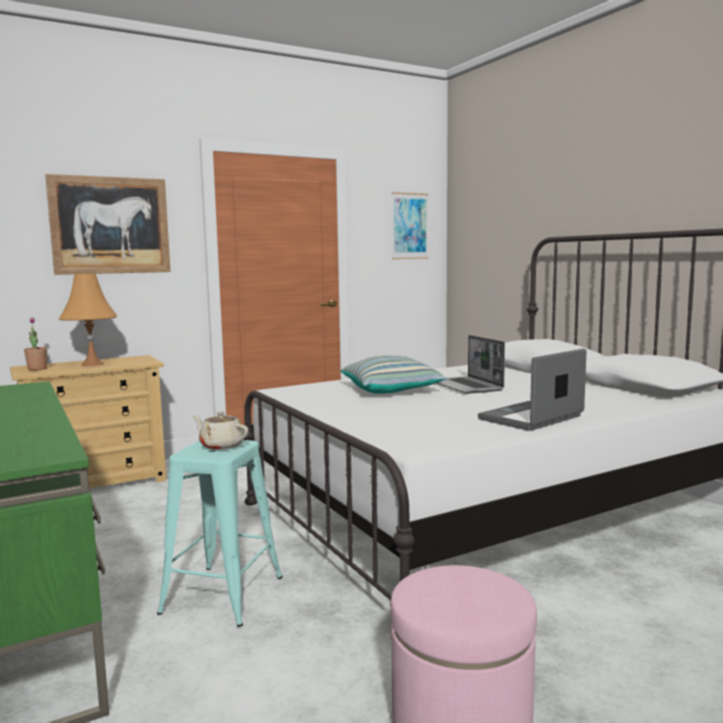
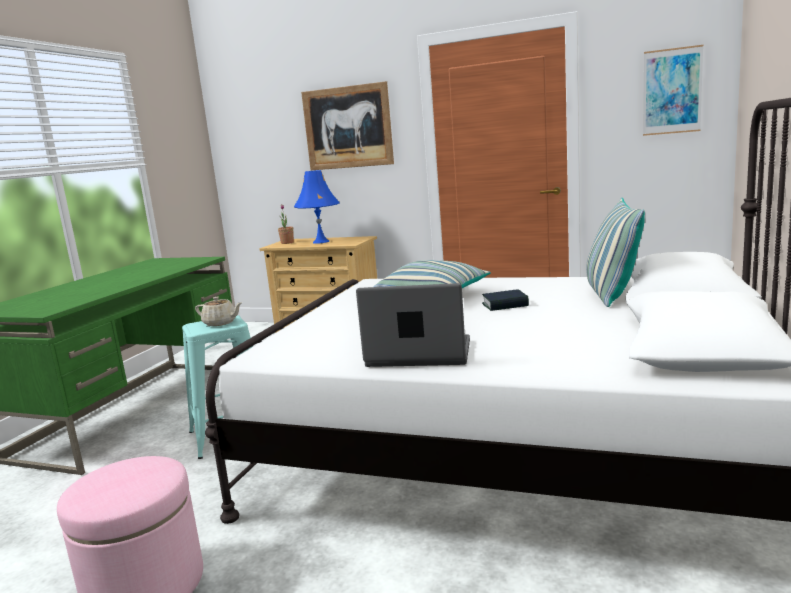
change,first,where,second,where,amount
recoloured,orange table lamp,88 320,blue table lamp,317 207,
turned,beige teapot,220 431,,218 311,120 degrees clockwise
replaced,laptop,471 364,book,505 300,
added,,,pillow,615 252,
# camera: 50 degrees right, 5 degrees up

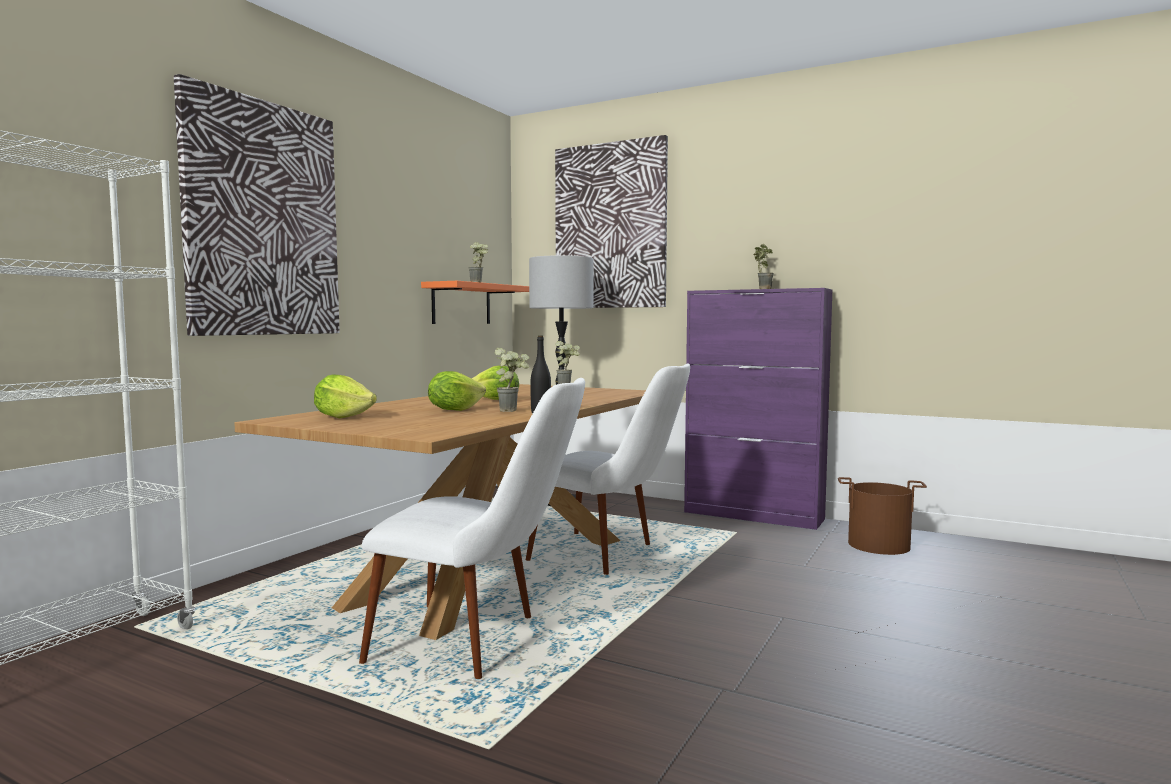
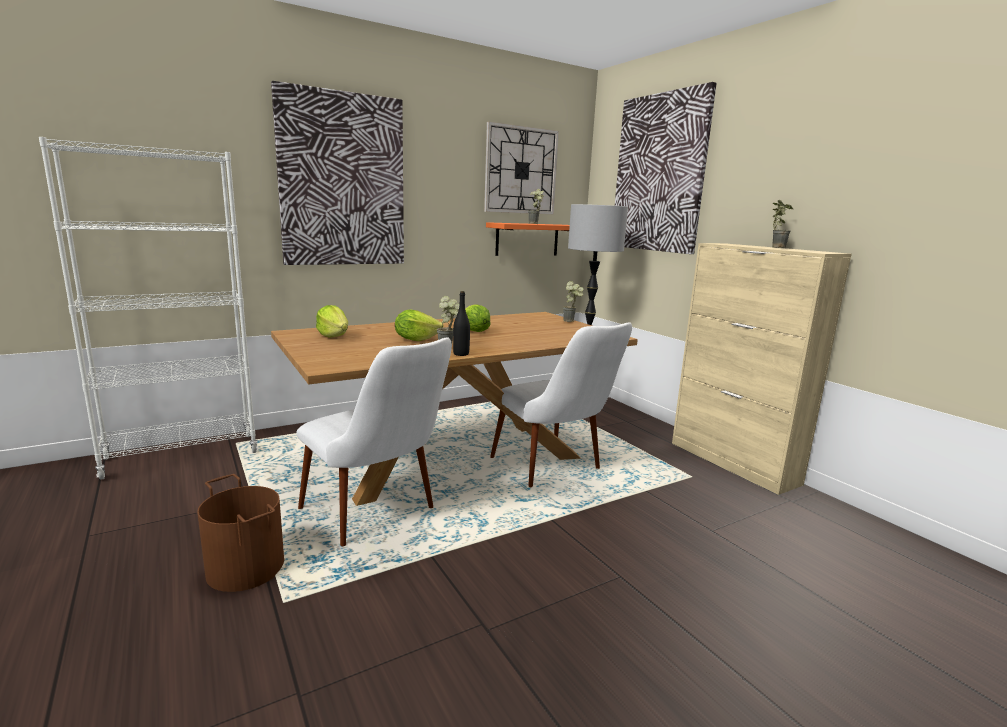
change,first,where,second,where,amount
recoloured,purple cabinet,758 409,beige cabinet,762 369,
moved,brown bucket,882 516,,240 533,
added,,,wall clock,521 168,
# camera: 30 degrees right, 10 degrees up

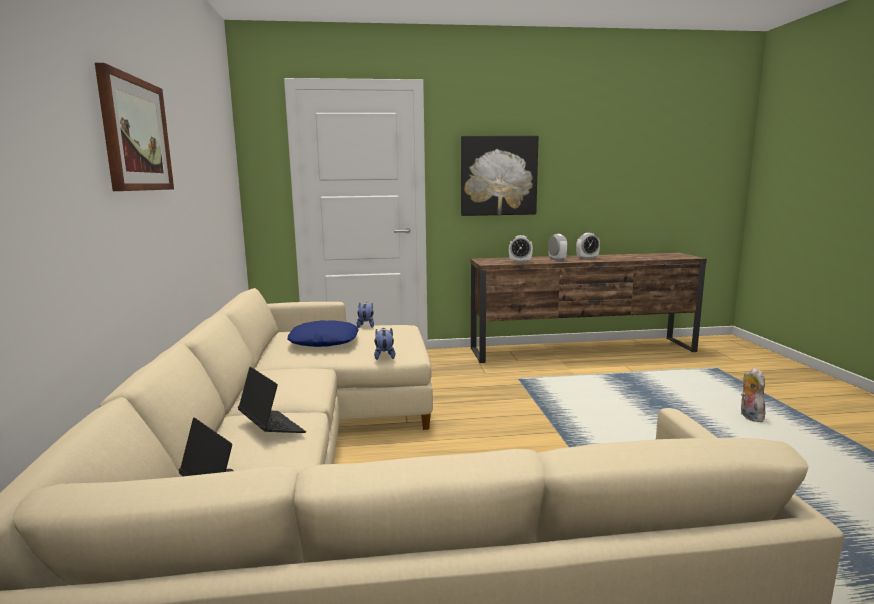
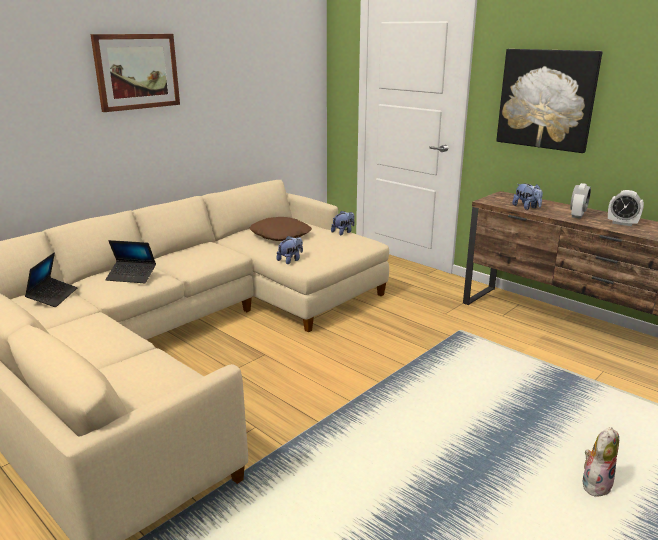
change,first,where,second,where,amount
turned,laptop,272 400,,130 261,90 degrees clockwise
recoloured,blue pillow,323 333,brown pillow,281 229,
replaced,alarm clock,521 249,plush toy,527 197,
# camera: 50 degrees right, 10 degrees up

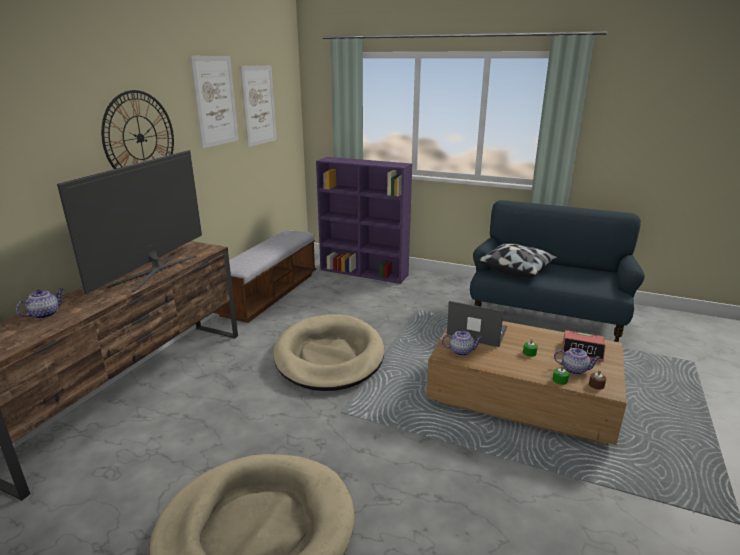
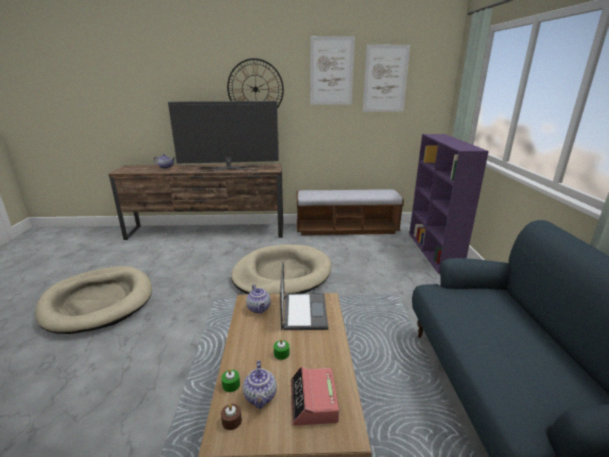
change,first,where,second,where,amount
removed,pillow,517 260,,,
# camera: 65 degrees right, 0 degrees up

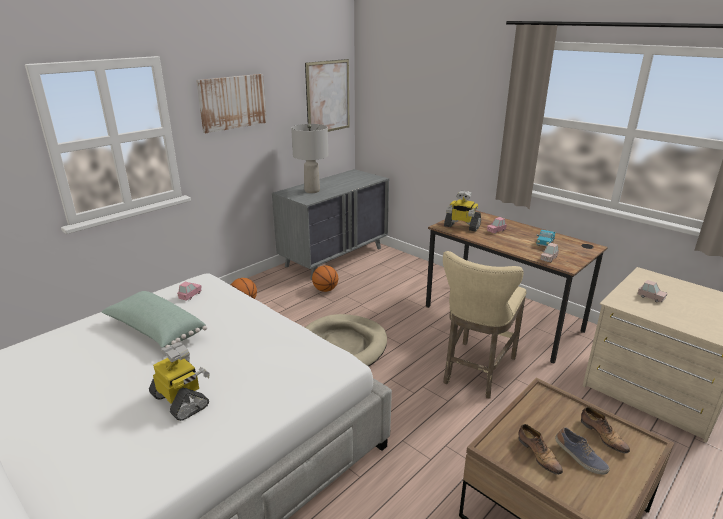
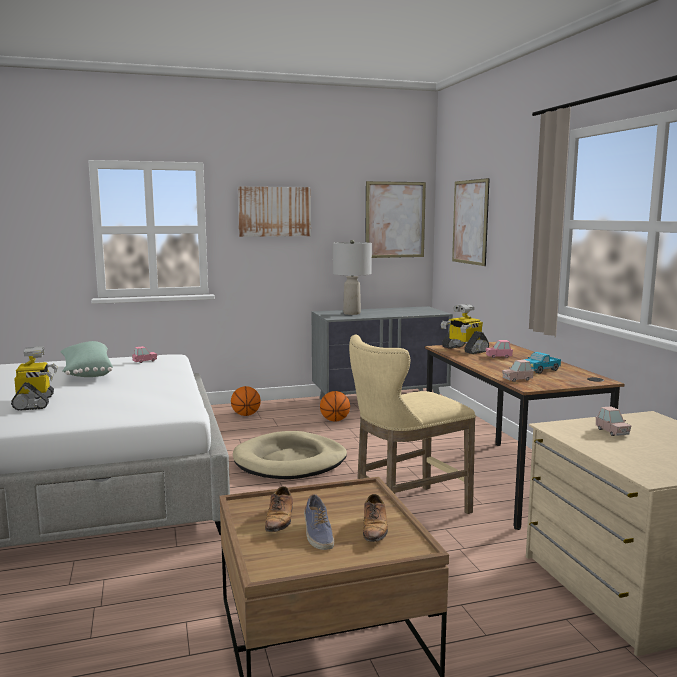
change,first,where,second,where,amount
added,,,picture,471 222,
# camera: 30 degrees right, 15 degrees down

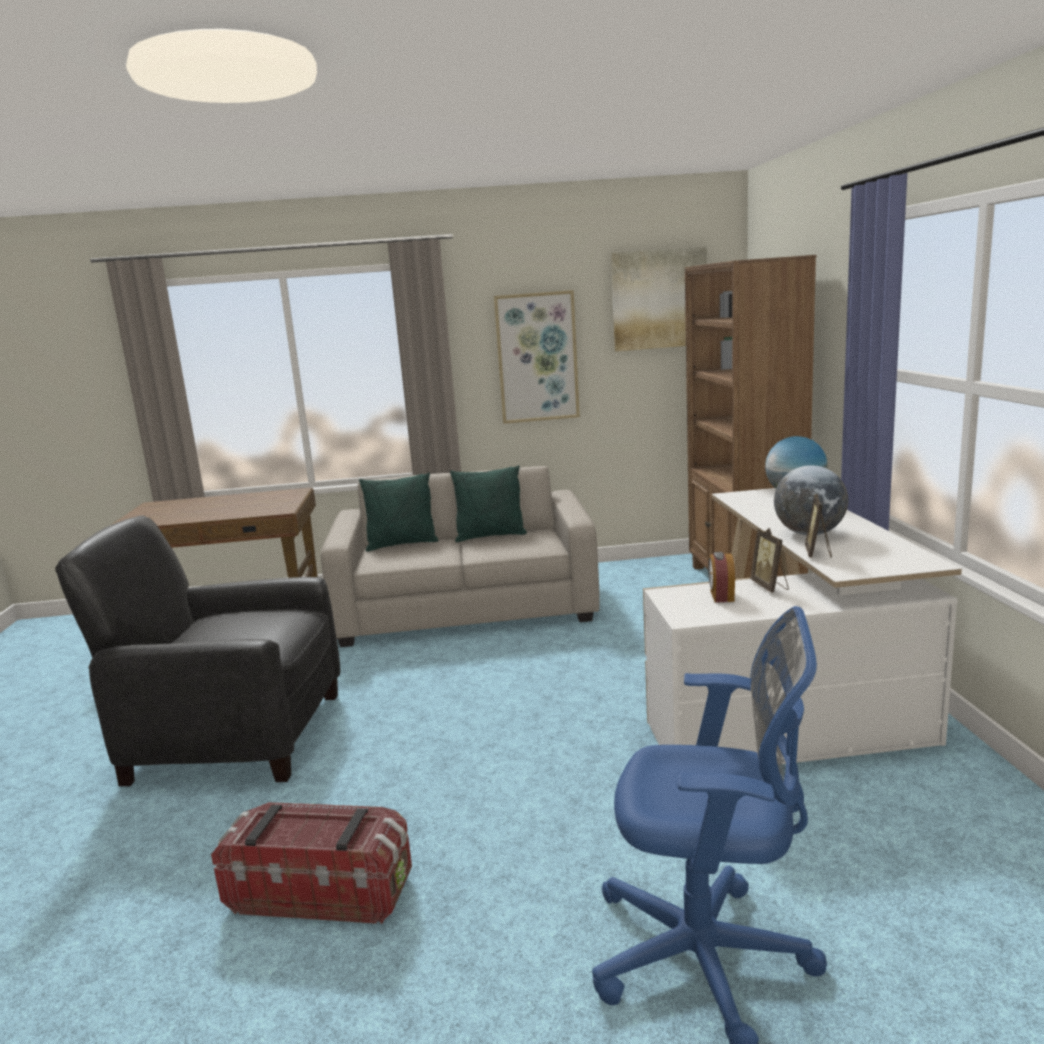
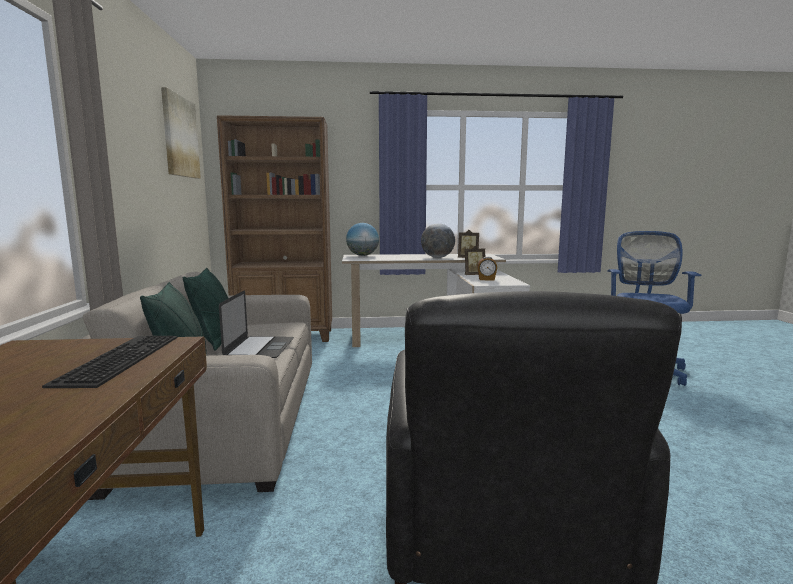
change,first,where,second,where,amount
removed,storage box,311 863,,,
removed,picture,537 357,,,
added,,,keyboard,109 362,
added,,,laptop,256 324,
# camera: 90 degrees left, 5 degrees down

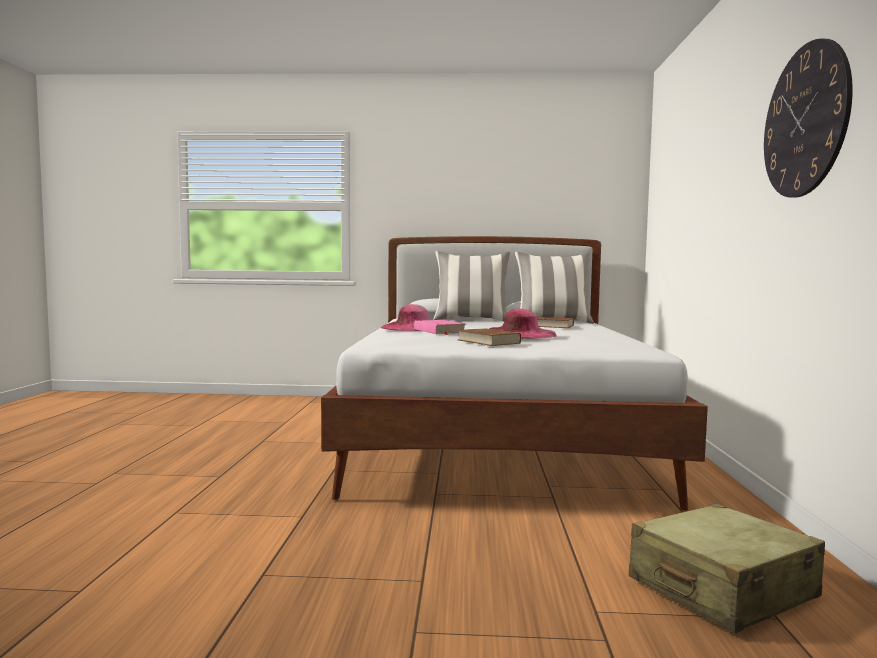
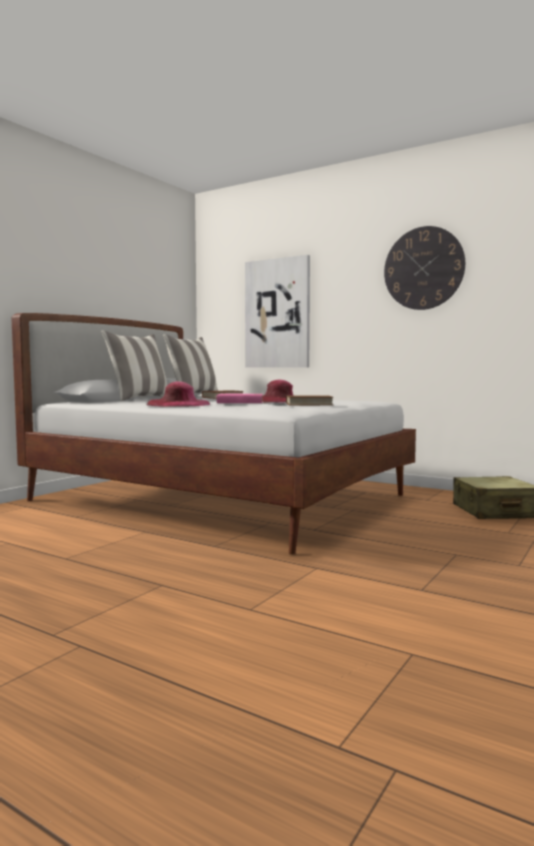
change,first,where,second,where,amount
added,,,picture,277 311,
# camera: 60 degrees left, 0 degrees up

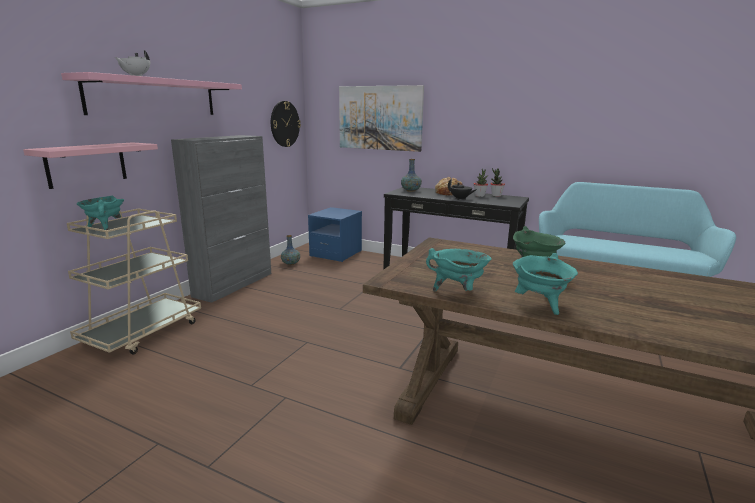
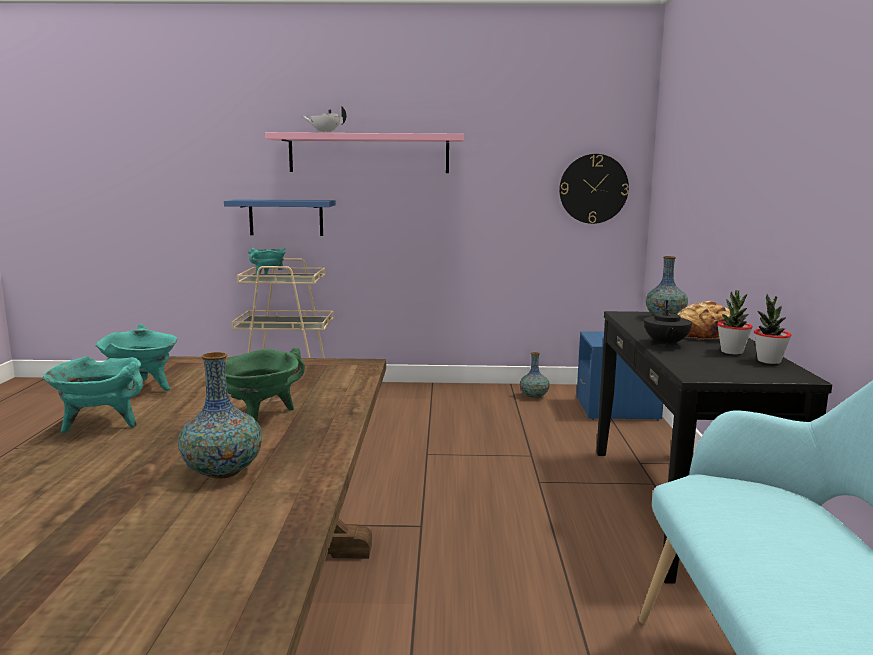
change,first,where,second,where,amount
recoloured,pink shelf,90 165,blue shelf,280 217,
removed,grey cabinet,221 219,,,
removed,picture,381 118,,,
added,,,vase,220 415,
# camera: 65 degrees right, 5 degrees down

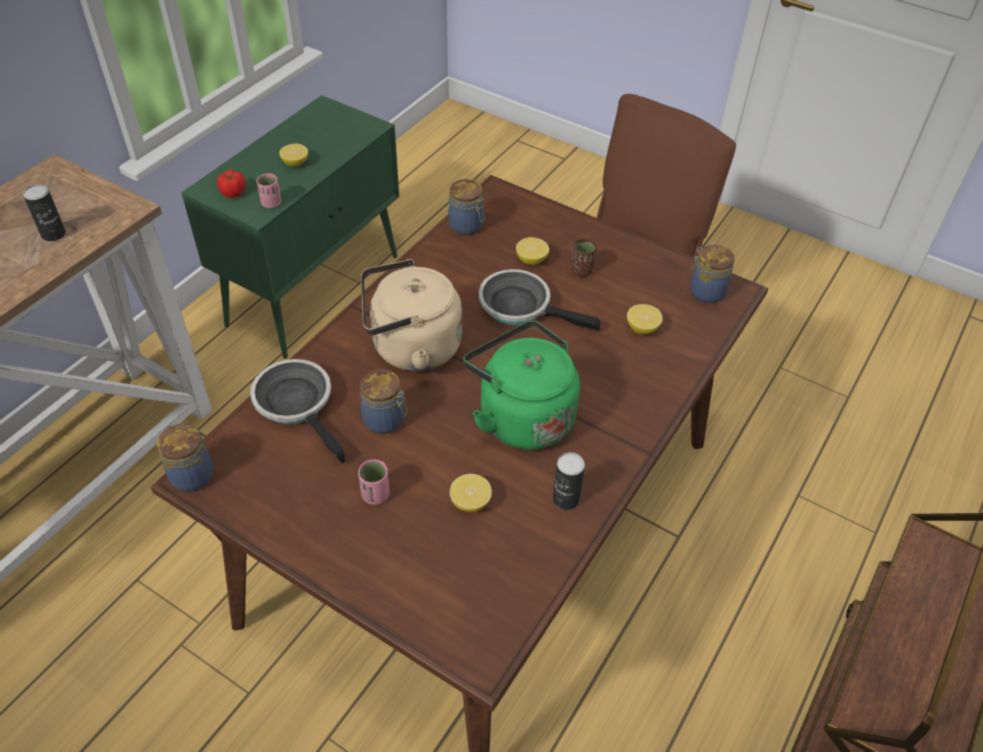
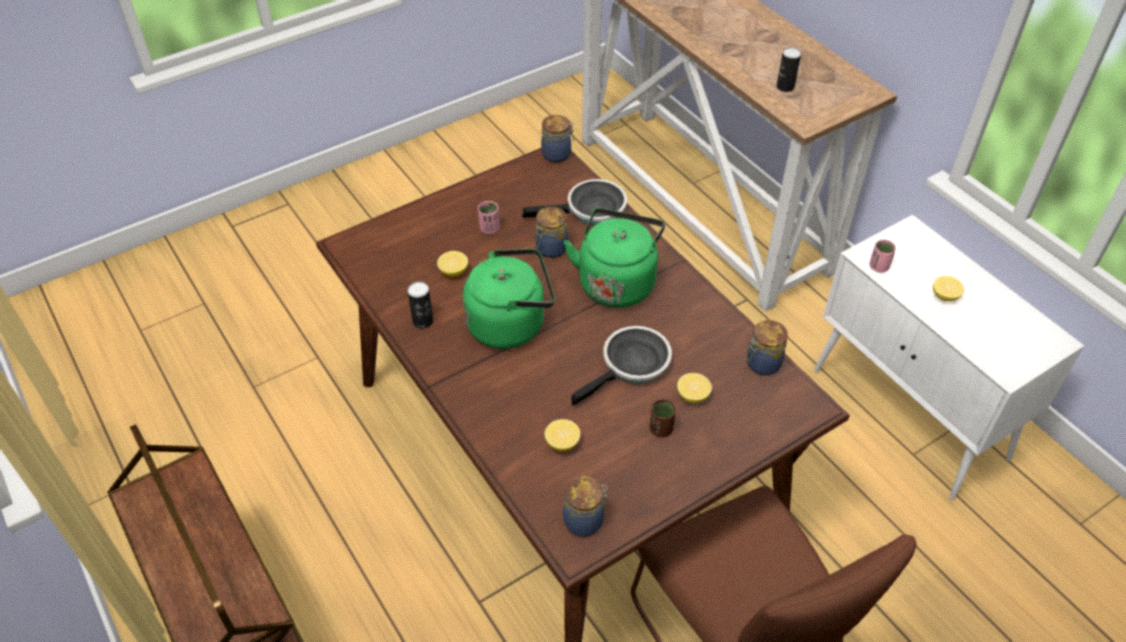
change,first,where,second,where,amount
recoloured,green cabinet,290 227,white cabinet,949 357,
removed,tomato,231 184,,,
recoloured,beige kettle,411 315,green kettle,614 257,
# camera: 115 degrees right, 0 degrees up

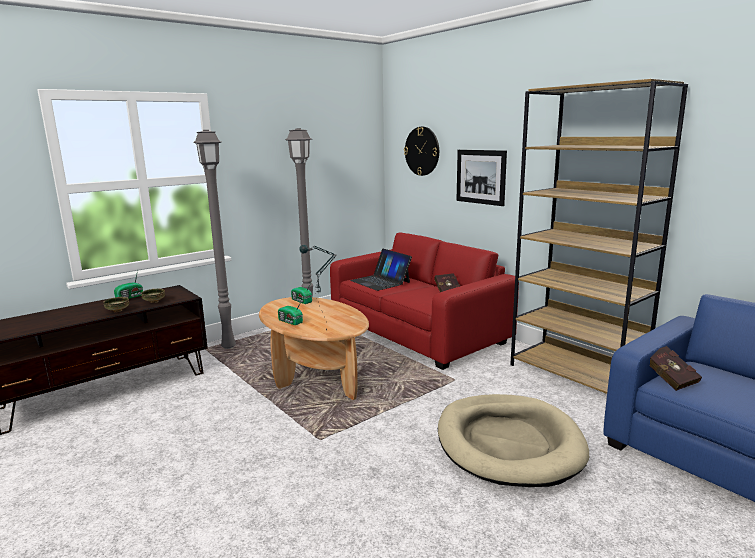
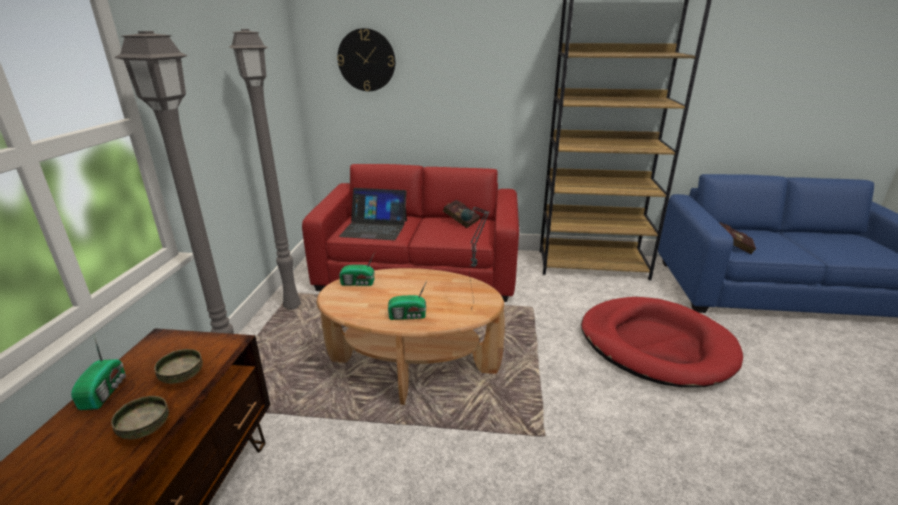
change,first,where,second,where,amount
recoloured,beige dog bed,513 440,red dog bed,662 342,
removed,picture,481 178,,,
# camera: 45 degrees left, 10 degrees up

